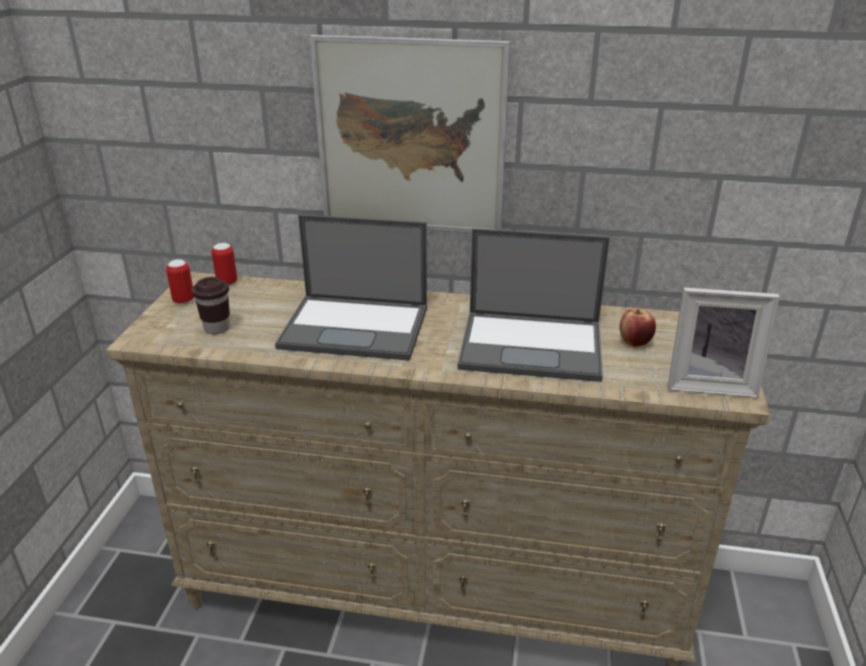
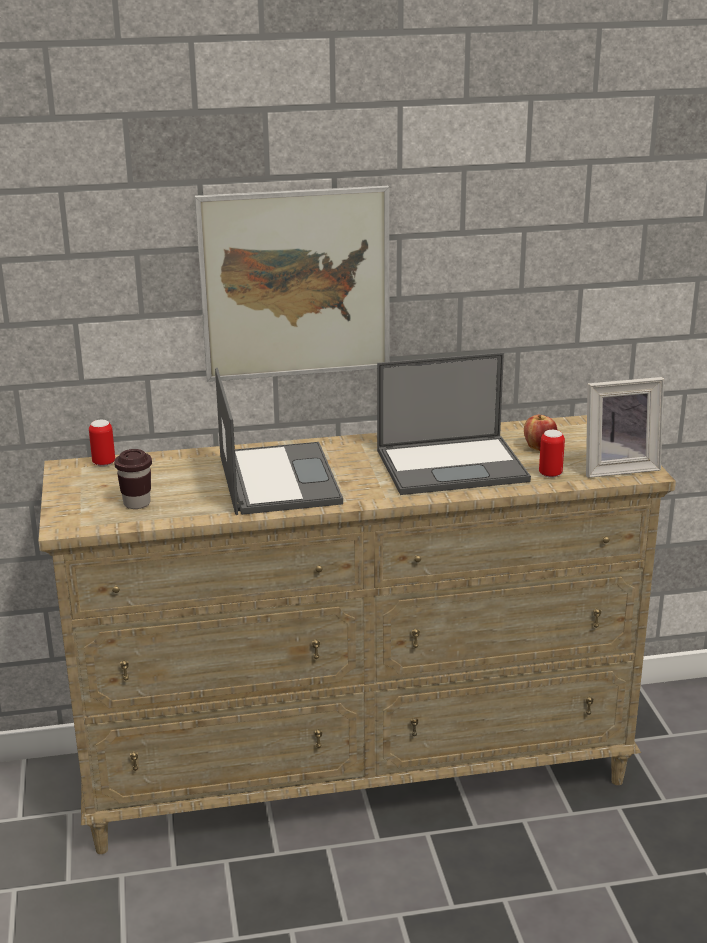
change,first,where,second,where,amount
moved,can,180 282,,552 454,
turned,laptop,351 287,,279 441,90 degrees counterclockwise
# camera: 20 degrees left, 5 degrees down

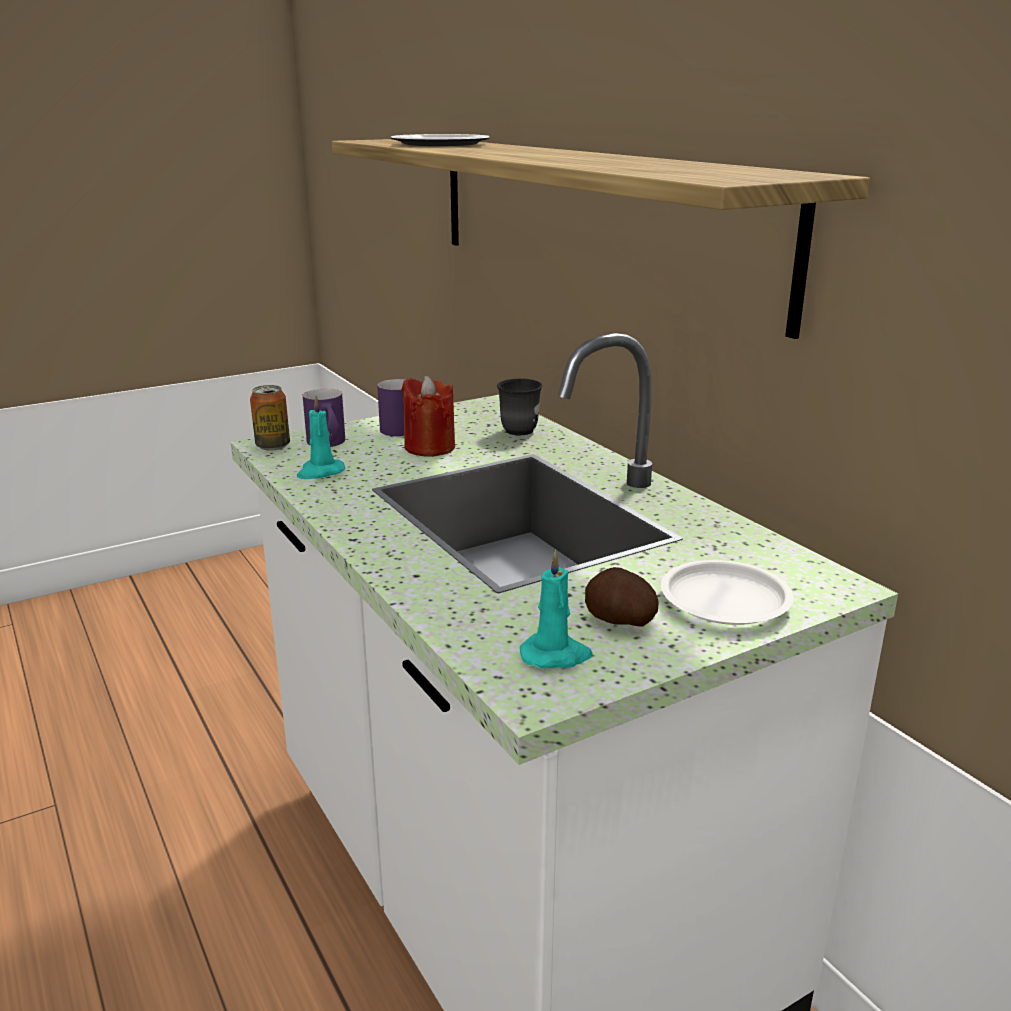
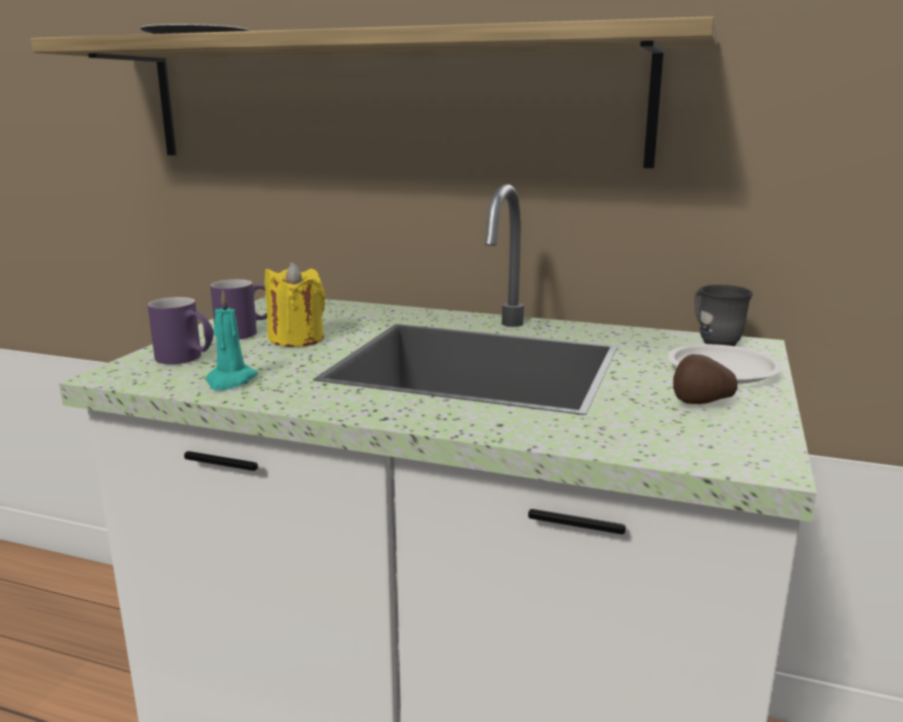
change,first,where,second,where,amount
removed,can,270 418,,,
recoloured,red candle,428 416,yellow candle,295 304,
moved,grey mug,520 406,,724 315,
removed,turquoise candle,556 609,,,
# camera: 40 degrees left, 5 degrees down

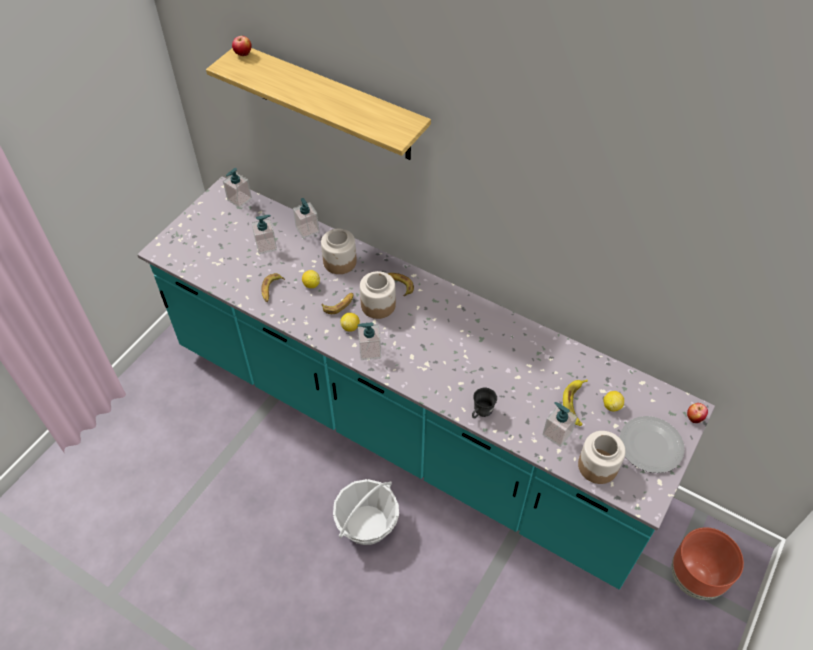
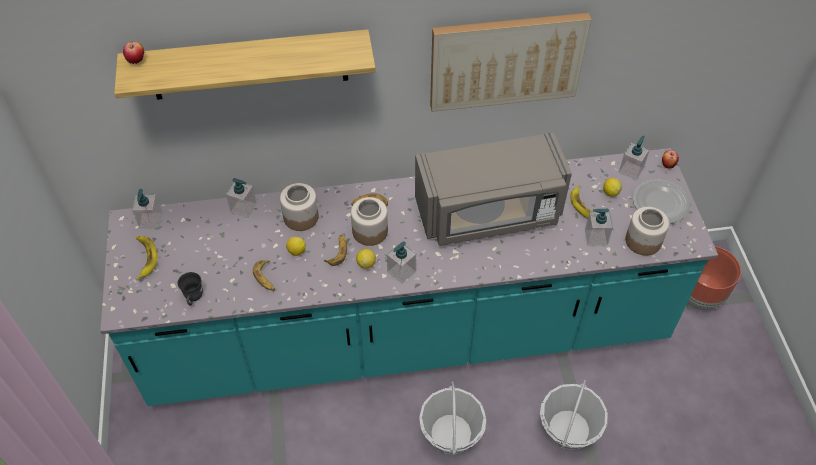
change,first,where,second,where,amount
moved,soap dispenser,264 234,,634 158,
moved,grey mug,484 403,,190 289,
added,,,banana,146 258,
added,,,grey microwave,493 189,
added,,,picture,510 62,
added,,,basket,574 415,
# camera: 40 degrees left, 0 degrees up

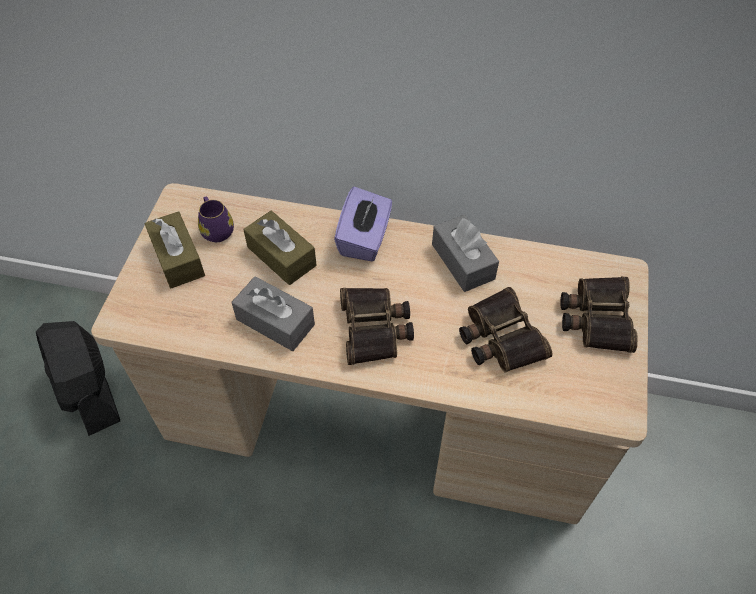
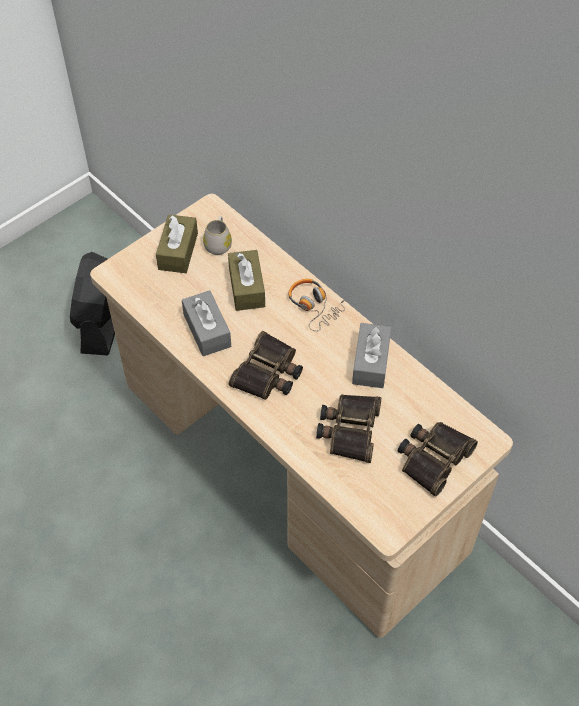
change,first,where,second,where,amount
recoloured,purple mug,216 219,white mug,217 235,
replaced,purple tissue box,363 224,headphones,317 305,
# camera: 35 degrees right, 0 degrees up

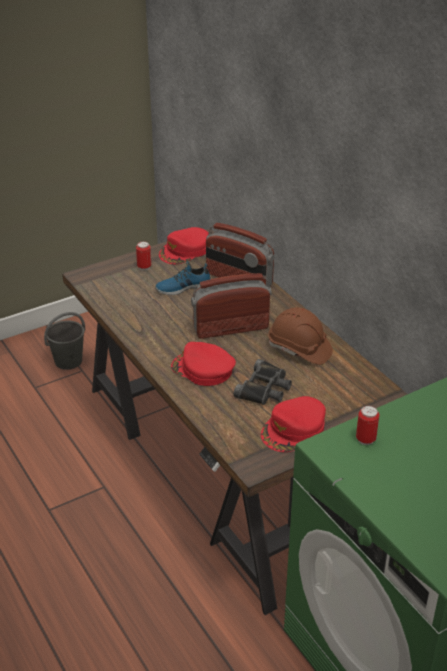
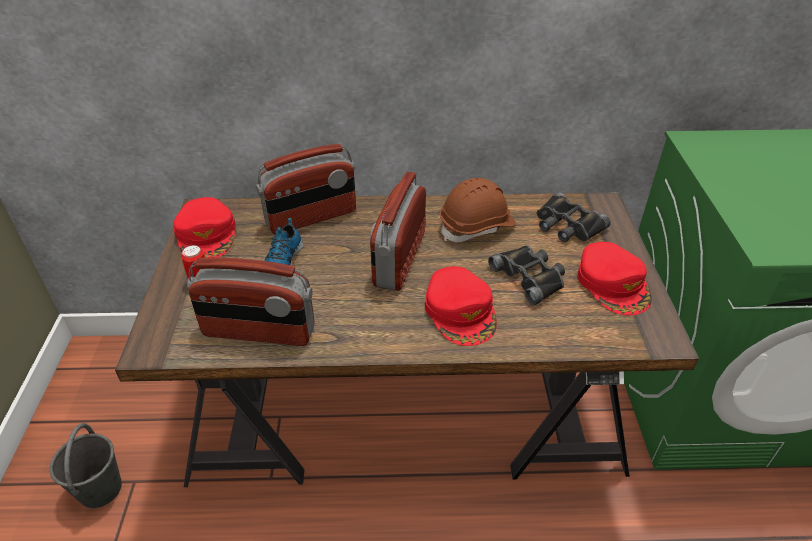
change,first,where,second,where,amount
turned,red cap,203 364,,461 306,75 degrees counterclockwise
removed,can,367 425,,,
added,,,radio,250 301,
added,,,black binoculars,574 217,
# camera: 60 degrees left, 5 degrees up

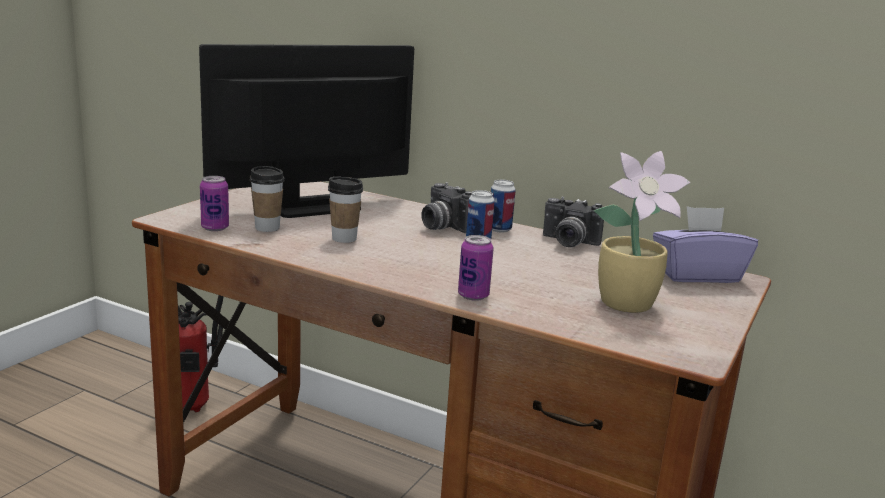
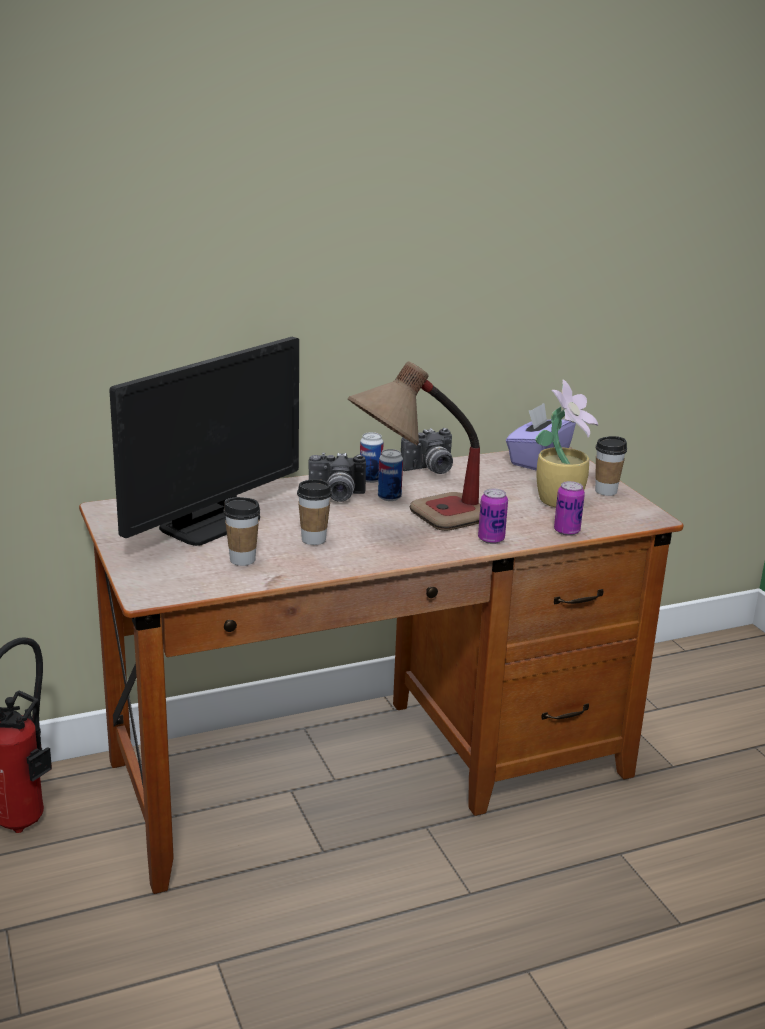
change,first,where,second,where,amount
turned,monitor,306 131,,204 441,150 degrees counterclockwise
moved,can,214 203,,569 508,
added,,,table lamp,414 446,
added,,,cup,611 466,
# camera: 50 degrees left, 5 degrees up

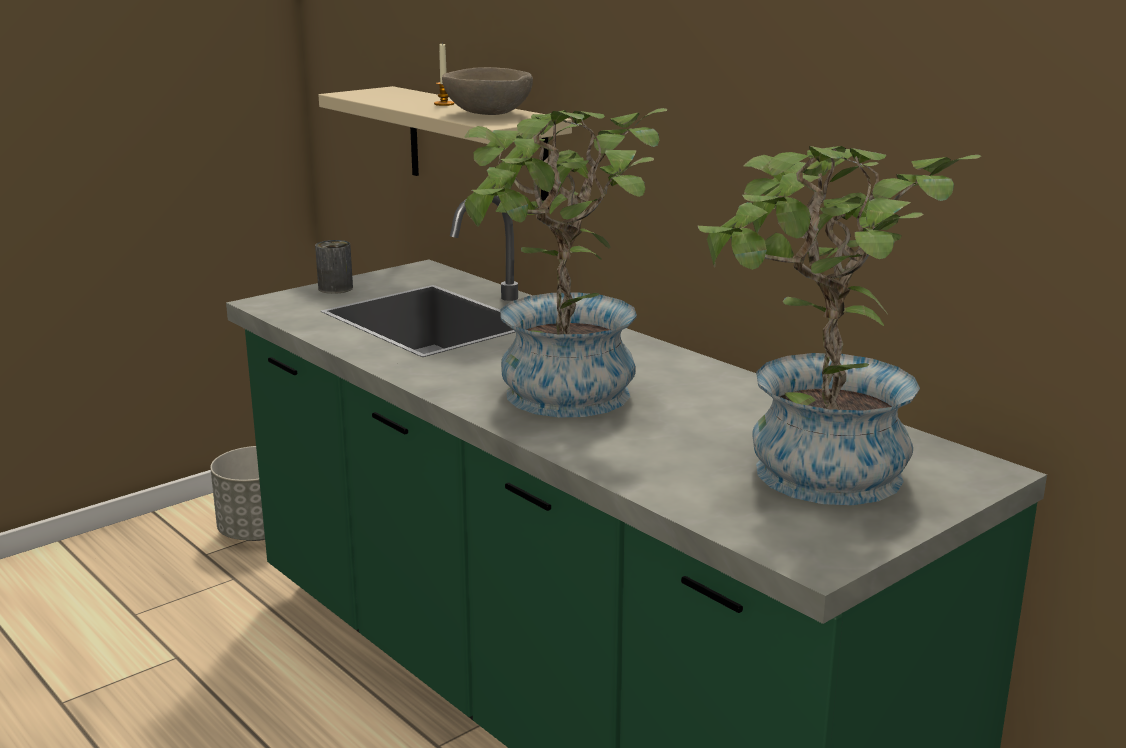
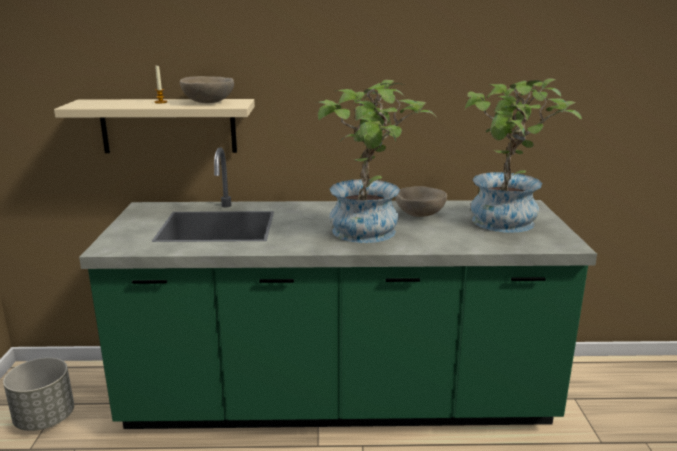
change,first,where,second,where,amount
removed,can,334 267,,,
added,,,beige bowl,421 201,
# camera: 50 degrees left, 0 degrees up

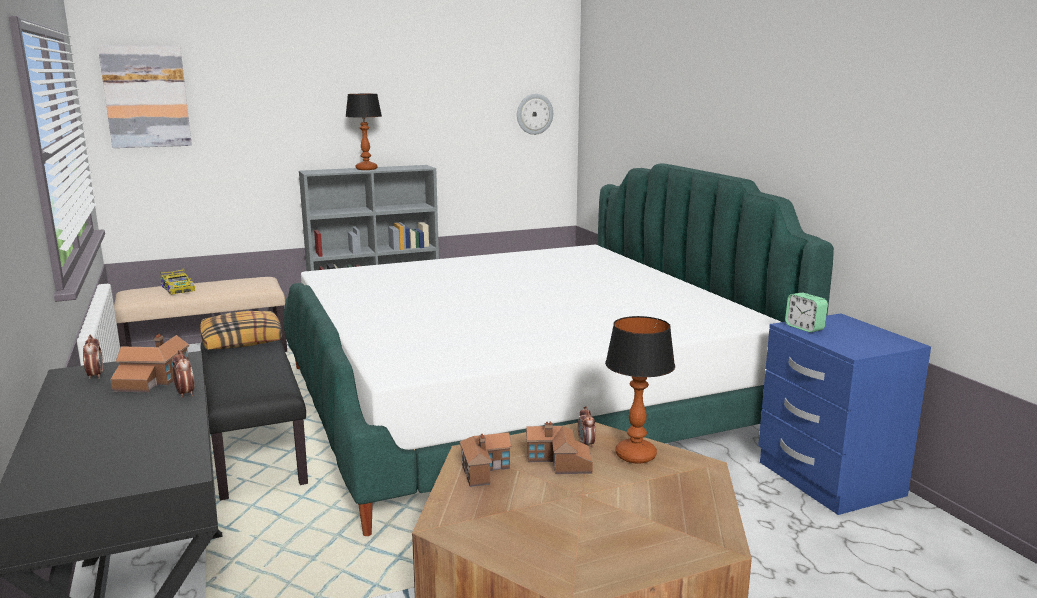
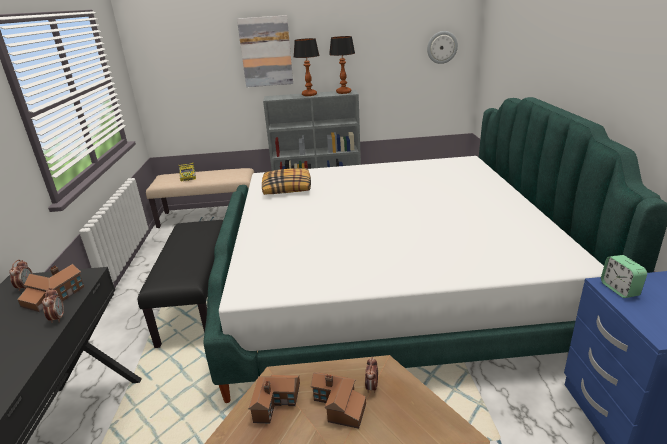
change,first,where,second,where,amount
moved,picture,145 96,,265 51,
moved,pillow,241 330,,286 181,
moved,table lamp,640 389,,342 65,
# camera: 20 degrees right, 10 degrees up

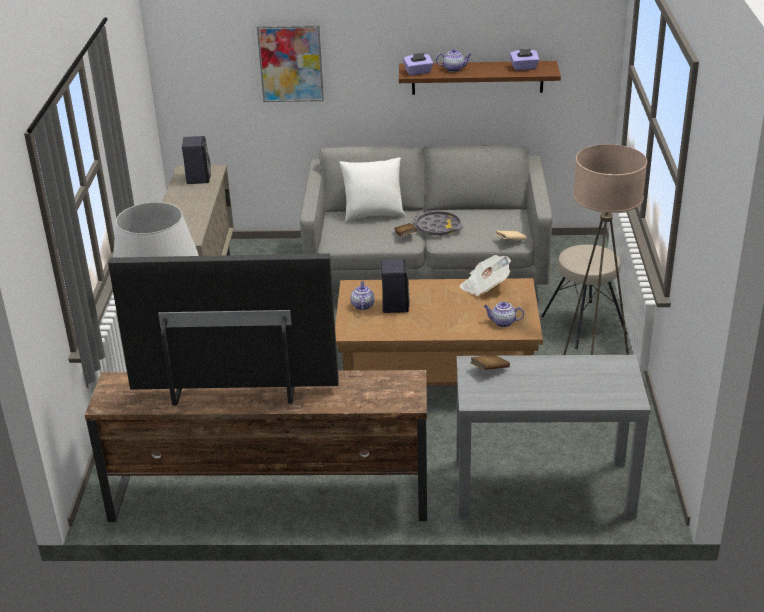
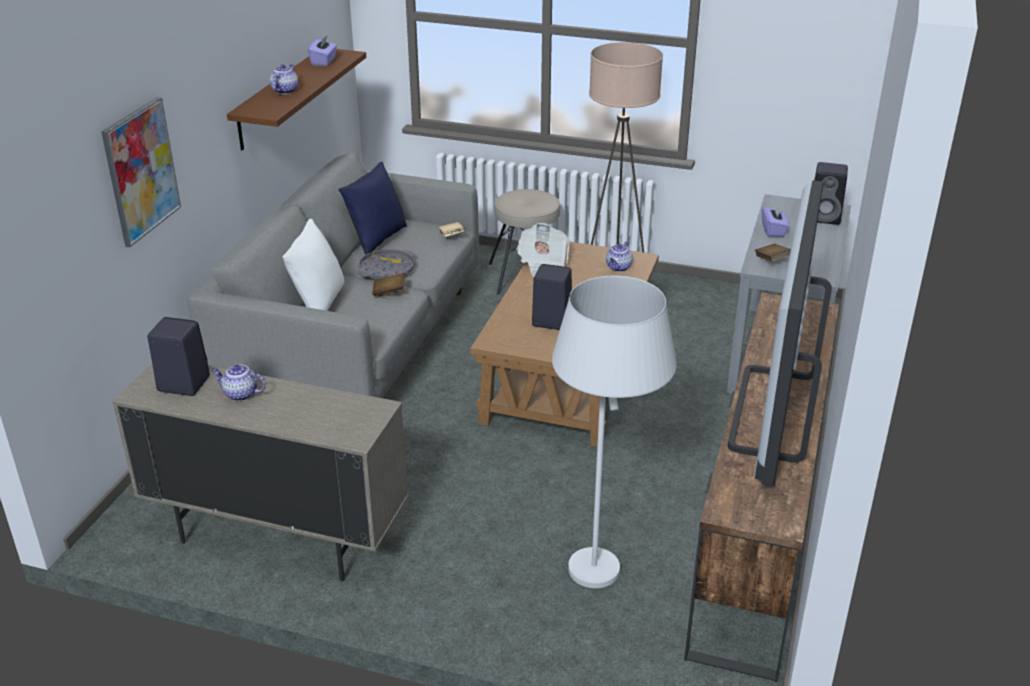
change,first,where,second,where,amount
moved,teapot,363 295,,238 383,
moved,purple tissue box,418 64,,775 220,
added,,,blue pillow,372 208,
added,,,black speaker,831 193,
# camera: 75 degrees left, 0 degrees up

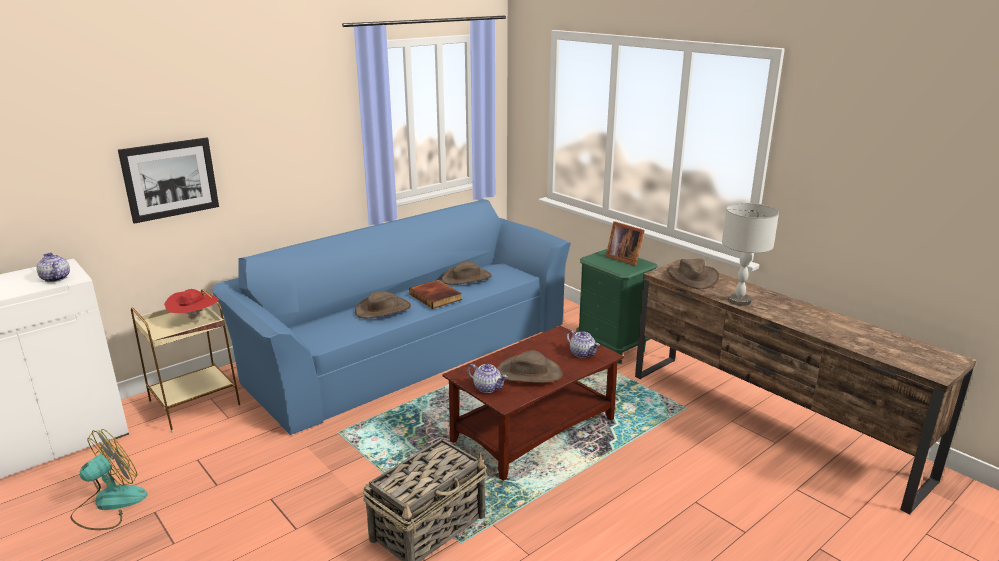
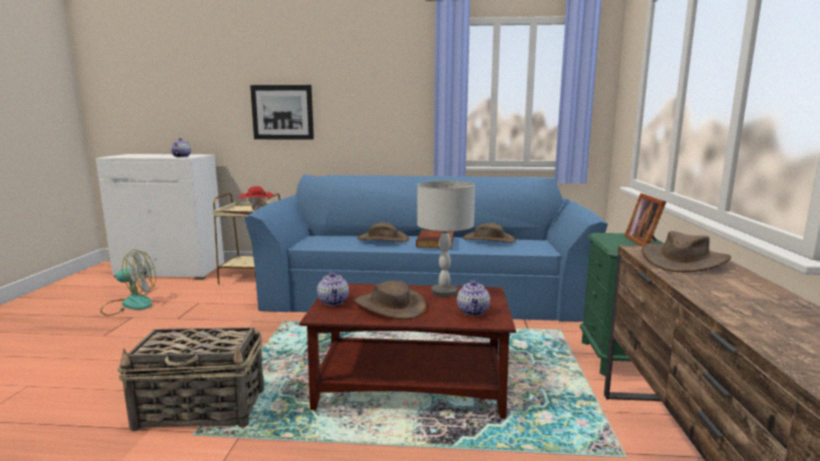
change,first,where,second,where,amount
moved,grey table lamp,750 254,,446 239,
# camera: 45 degrees right, 10 degrees down

